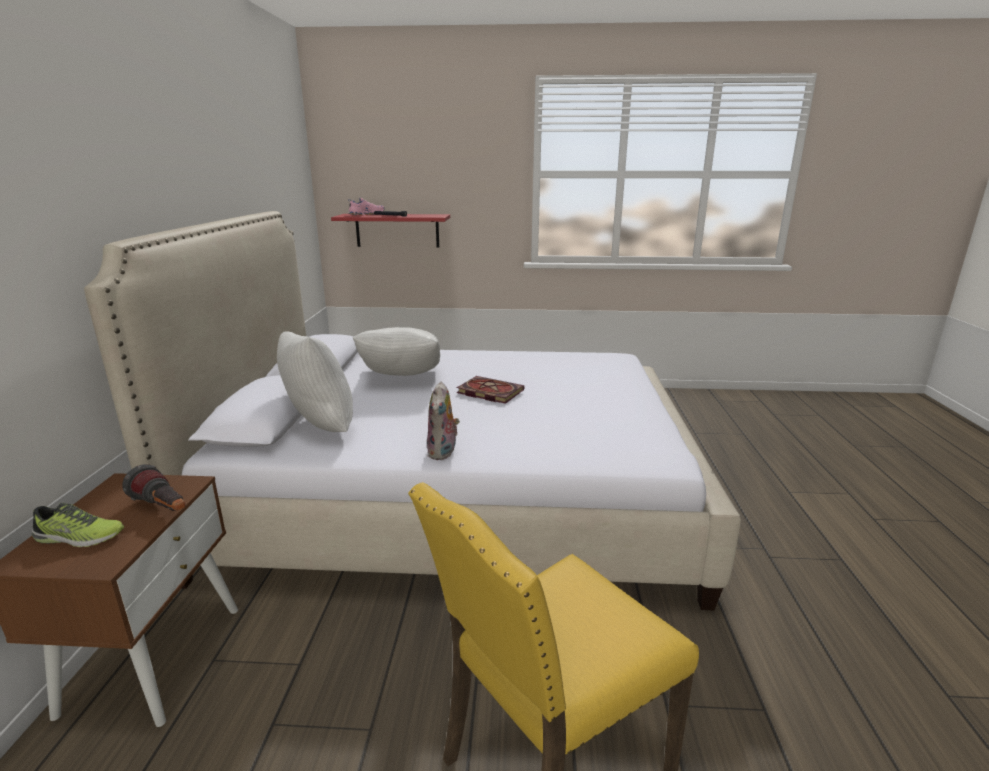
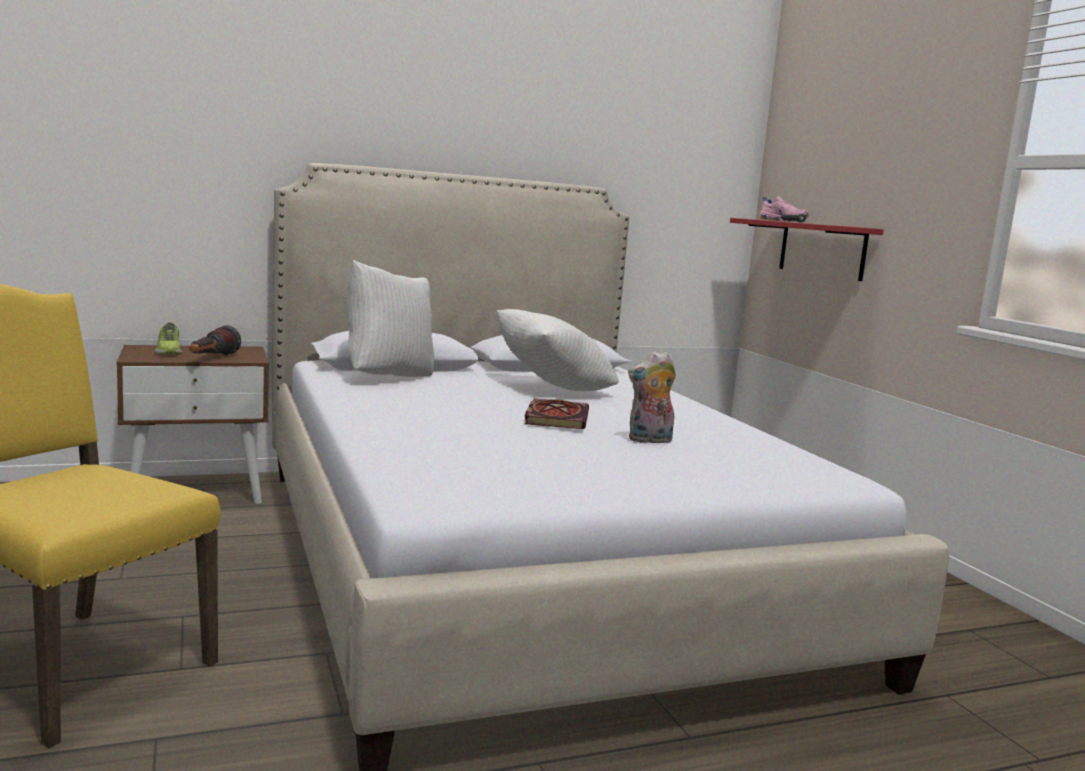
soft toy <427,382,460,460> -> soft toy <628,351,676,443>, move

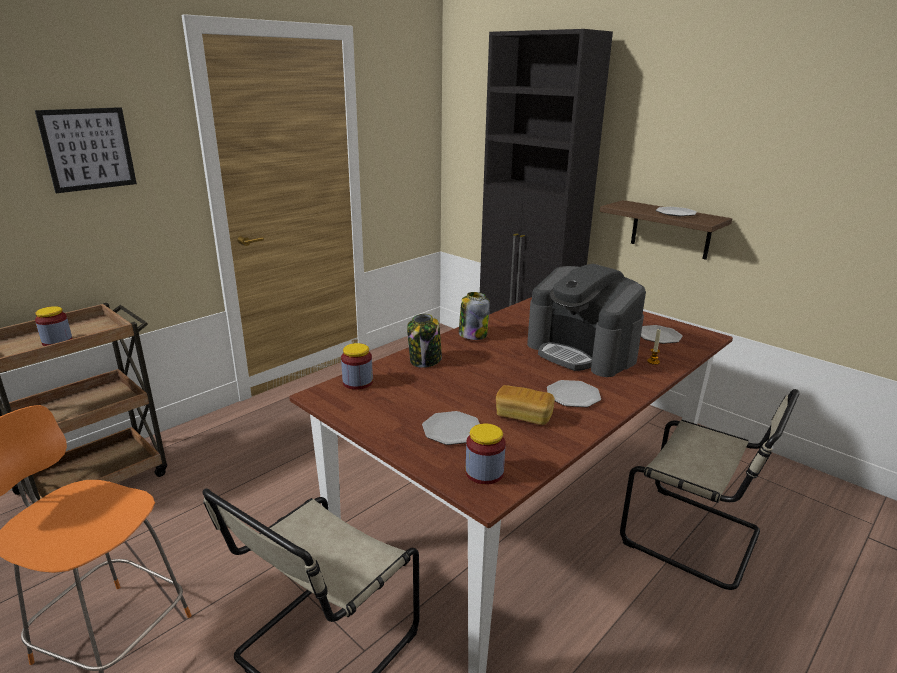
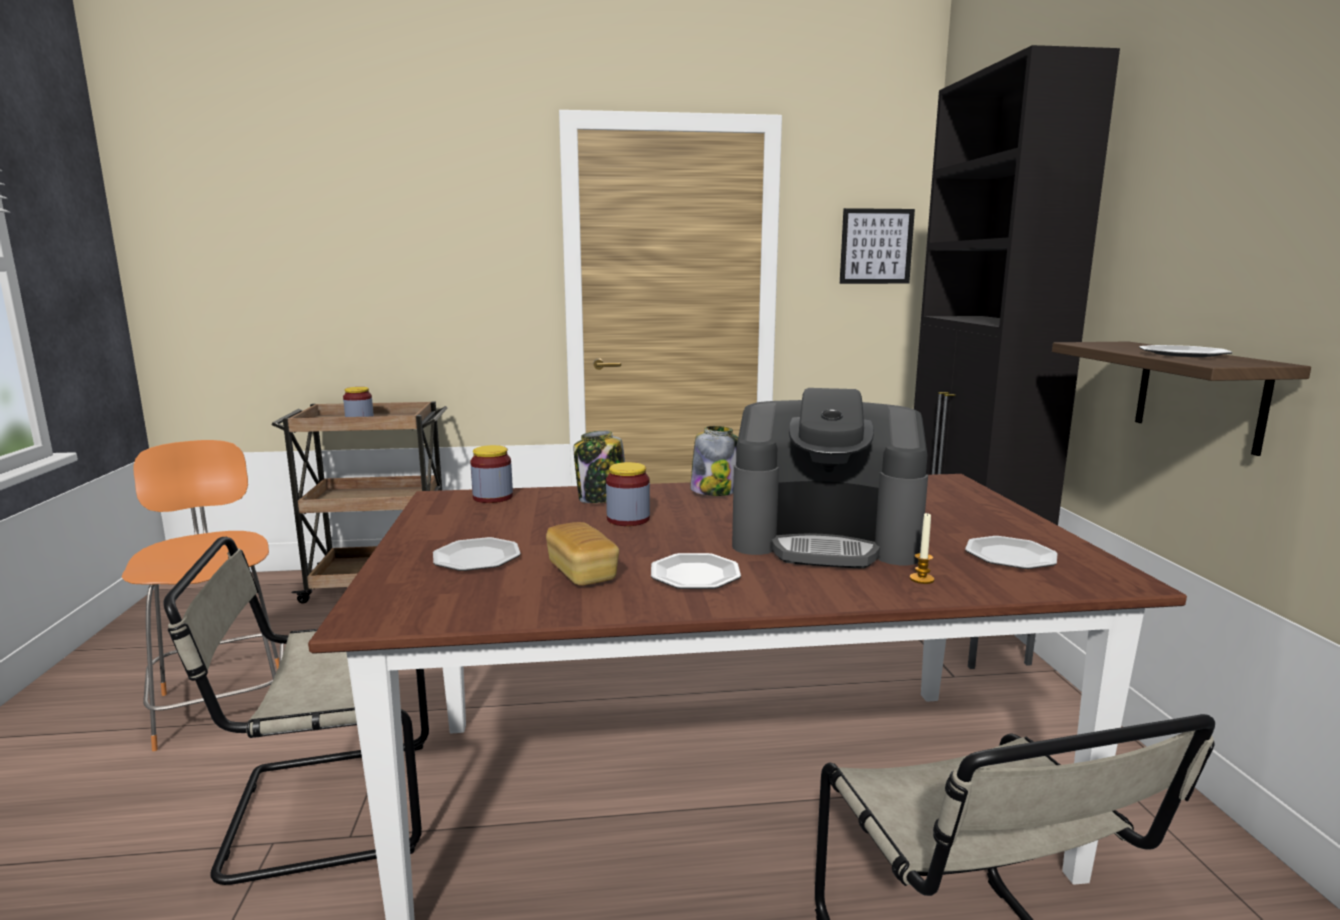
picture <35,107,137,193> -> picture <840,208,915,284>, move
storage jar <466,423,506,485> -> storage jar <606,462,650,526>, move
coffee machine <527,264,646,377> -> coffee machine <732,388,928,569>, 75 degrees counterclockwise

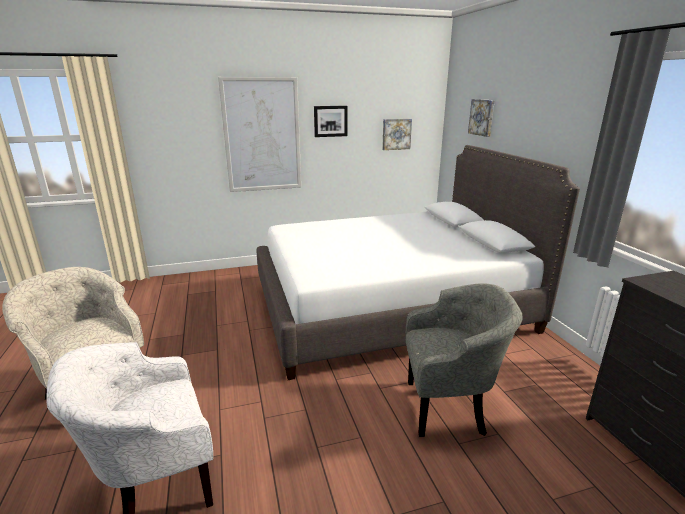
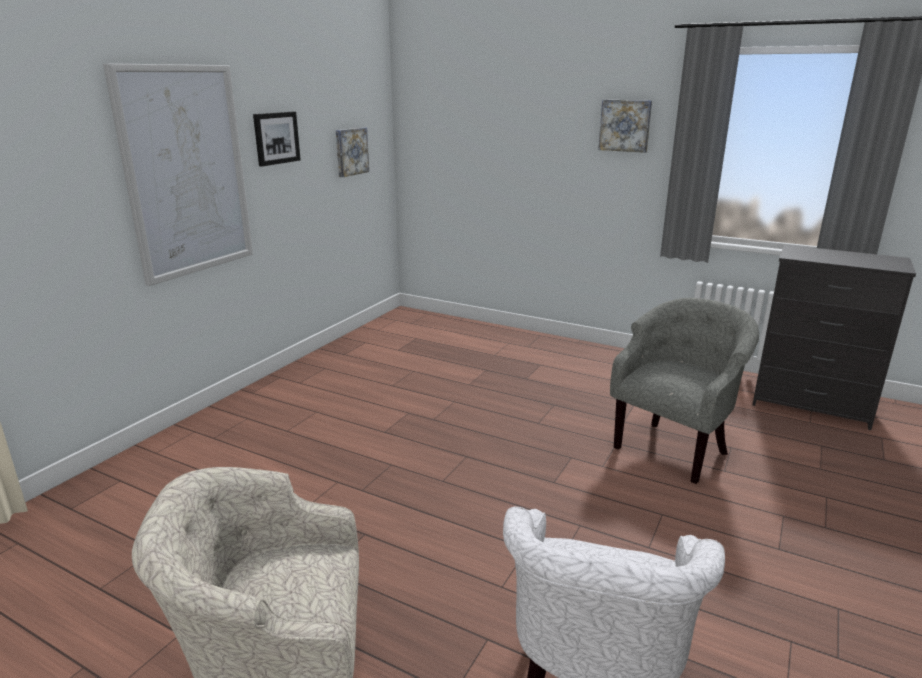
whitish bed <257,145,580,380> -> none
picture <468,99,495,137> -> picture <598,100,652,153>, move

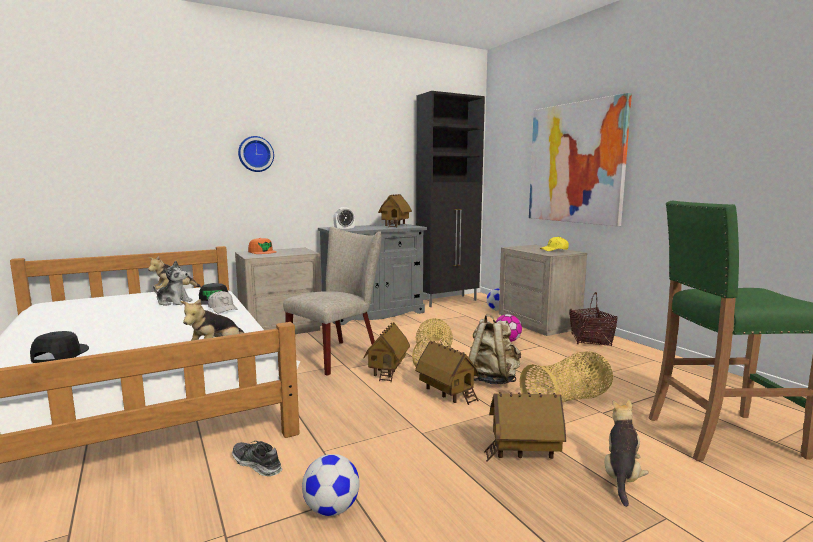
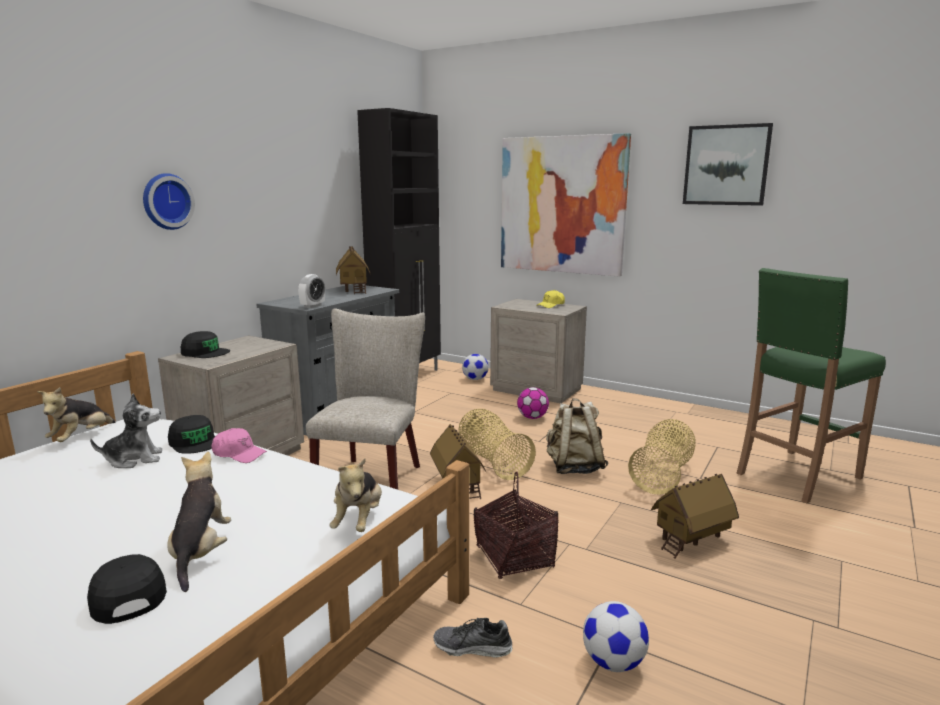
whitish baseball cap <208,291,238,313> -> pink baseball cap <212,428,267,463>
orange baseball cap <248,238,277,254> -> black baseball cap <181,331,230,358>
miniature house <415,341,479,405> -> none
household basket <569,292,618,346> -> household basket <474,472,558,579>, move
soft toy <604,400,649,507> -> soft toy <167,452,231,592>, move
none -> picture <683,123,773,206>

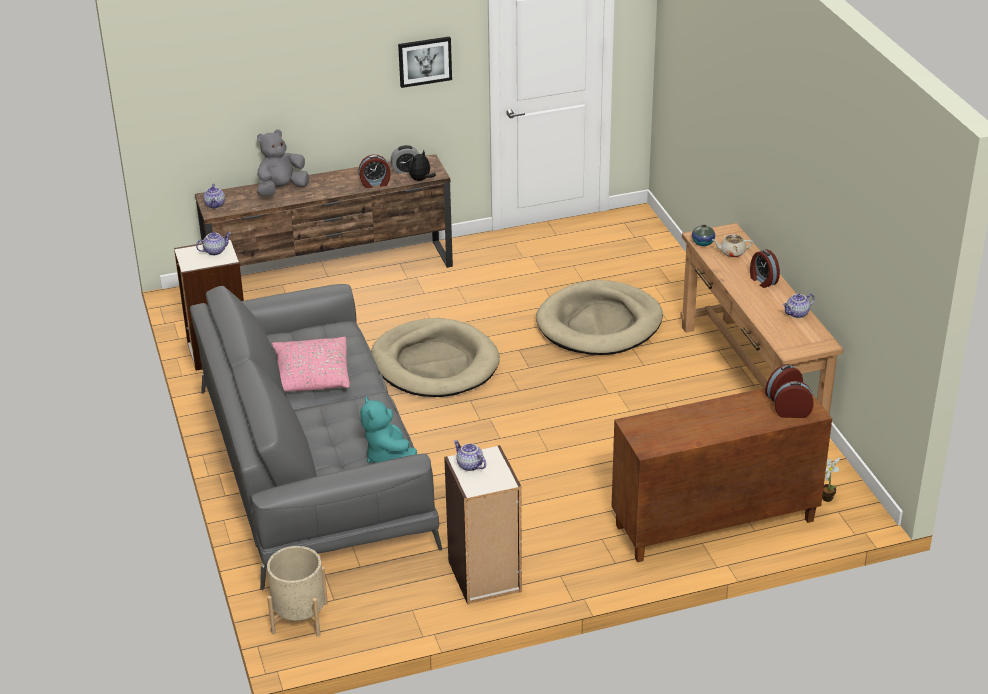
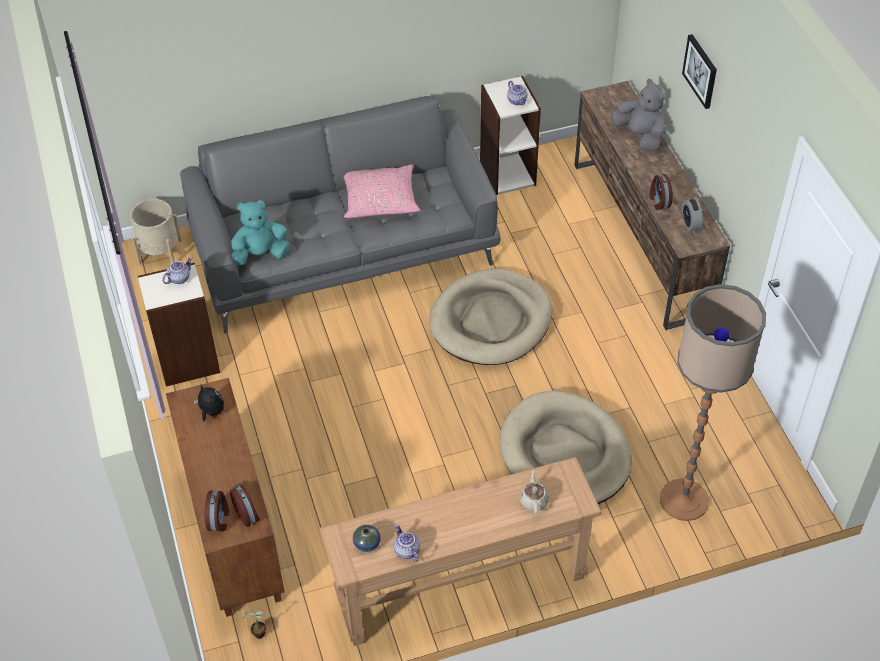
pot for tea <203,183,225,209> -> none
picture <398,36,452,88> -> picture <682,34,717,109>, move
soft toy <409,150,436,181> -> soft toy <193,385,224,421>, move
vase <692,224,715,246> -> vase <353,525,381,552>, move
table clock <750,249,780,288> -> none
none -> floor lamp <660,284,766,521>

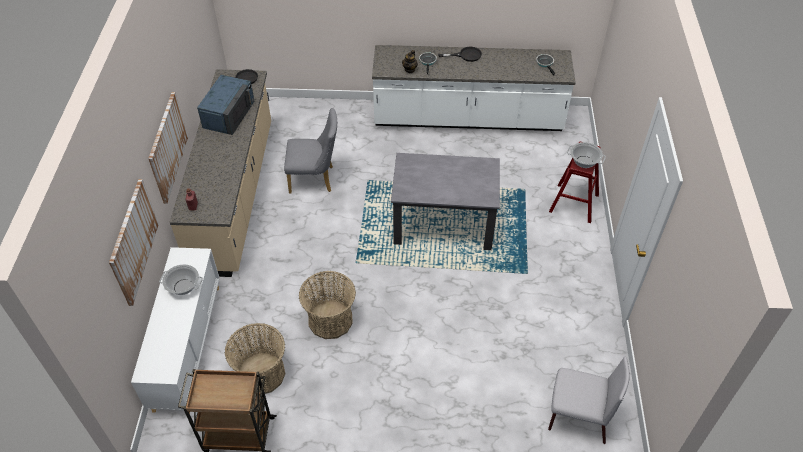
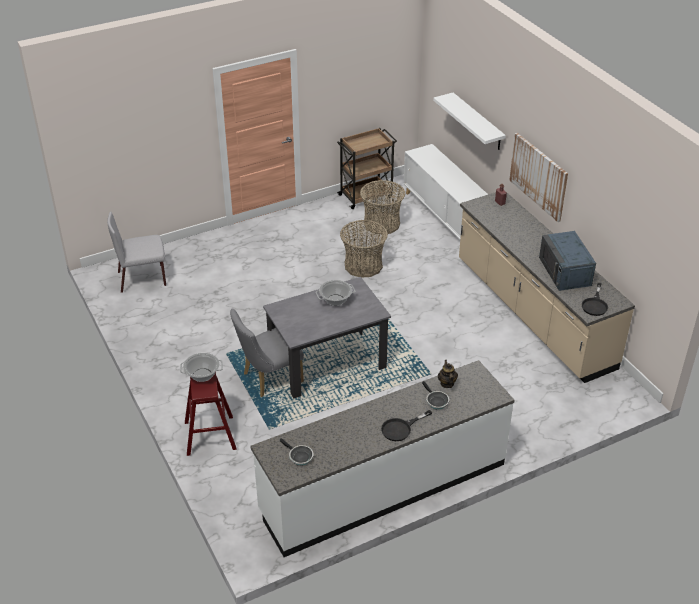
picture <109,179,159,306> -> whitish bracket shelf <433,93,506,150>
cooking pot <159,264,203,295> -> cooking pot <316,280,355,306>, move
gray upright chair <284,108,337,194> -> gray upright chair <230,309,304,397>, move

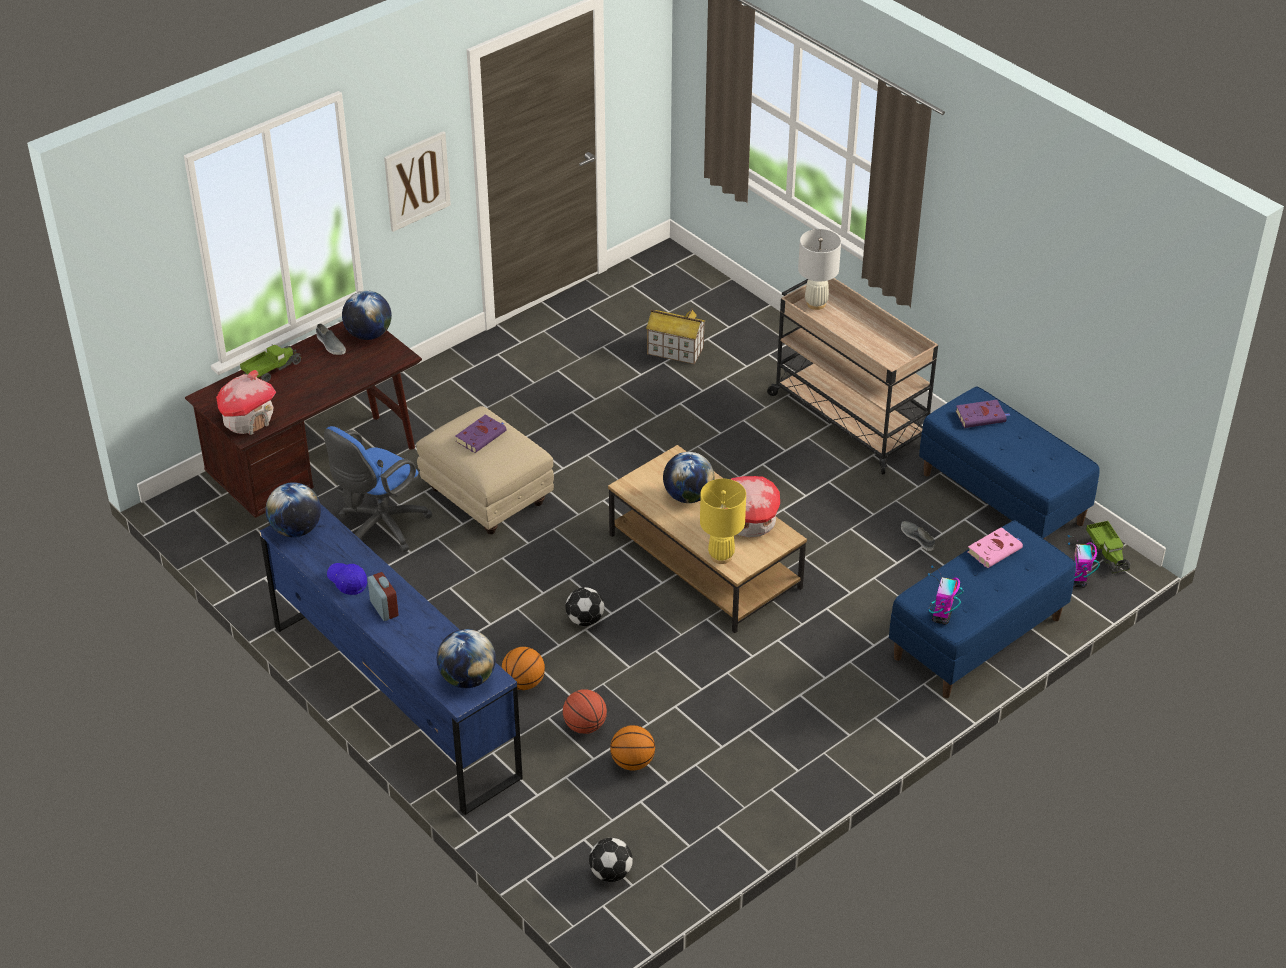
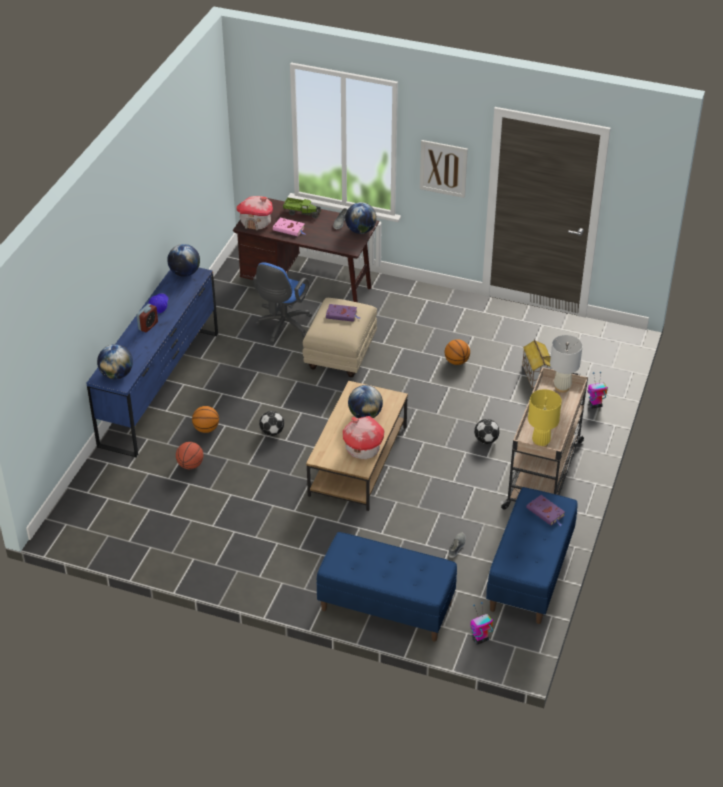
bluish office chair <324,426,432,552> -> bluish office chair <253,262,312,343>, 75 degrees counterclockwise
football <589,838,633,882> -> football <474,419,500,444>, move
basketball ball <610,725,655,771> -> basketball ball <445,339,470,365>, move
yellow-coloured tabletop lamp <700,479,746,564> -> yellow-coloured tabletop lamp <528,389,562,447>, move
model robot <928,566,964,625> -> model robot <588,372,608,408>, move
pink bound book <968,527,1023,568> -> pink bound book <273,218,306,236>, move
toy lorry <1086,521,1131,574> -> none

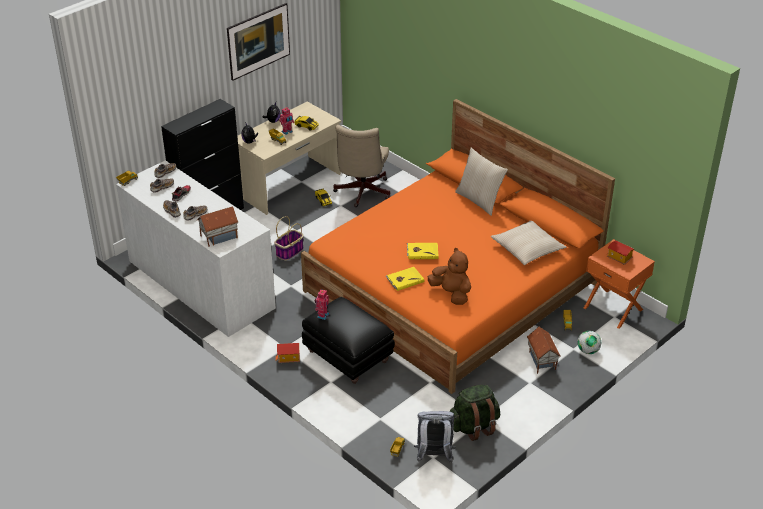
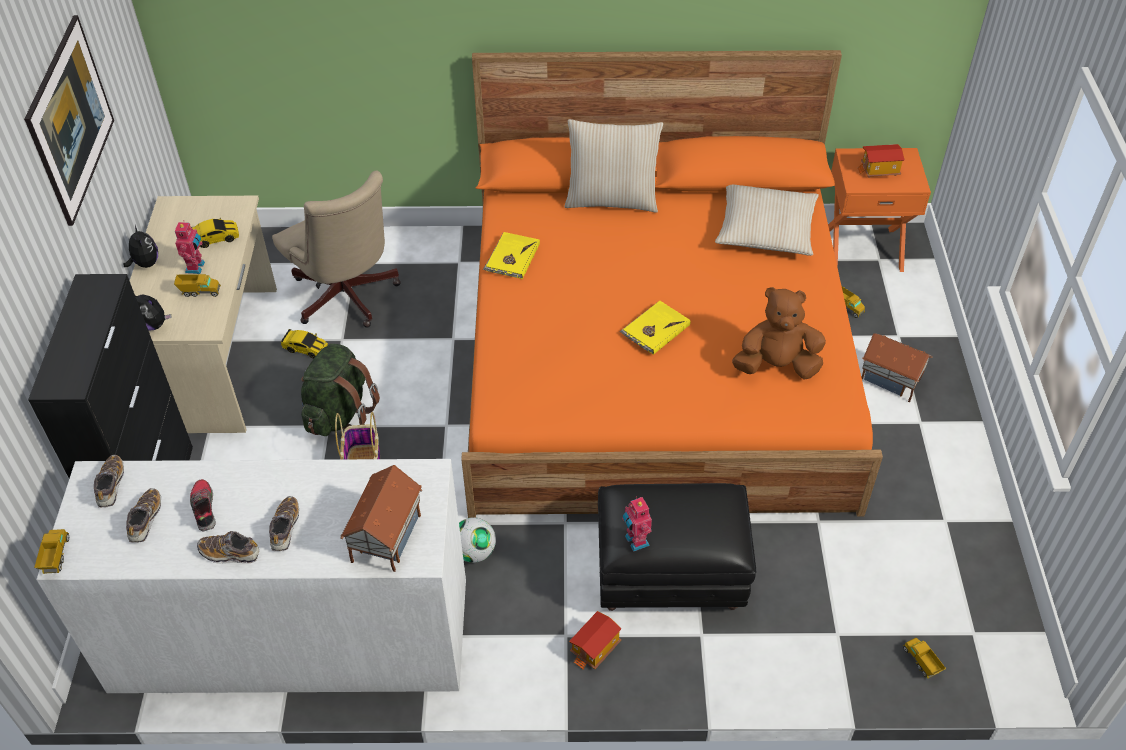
yellow-coloured bound book <386,267,424,291> -> yellow-coloured bound book <483,232,540,279>, move
gray knapsack <414,411,455,463> -> none
greenish knapsack <449,385,500,441> -> greenish knapsack <301,344,380,436>, move
football <578,331,601,354> -> football <459,517,496,563>, move

